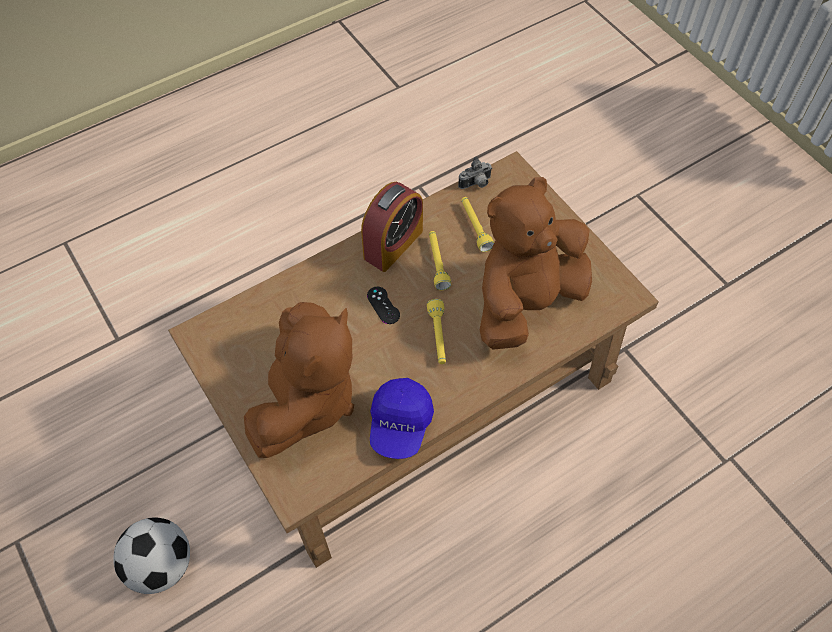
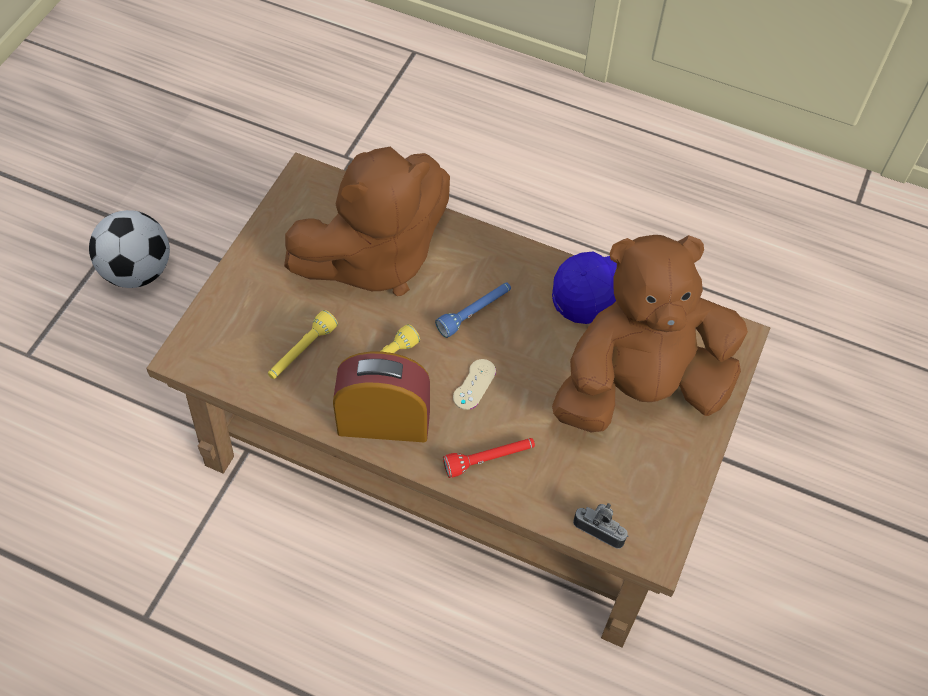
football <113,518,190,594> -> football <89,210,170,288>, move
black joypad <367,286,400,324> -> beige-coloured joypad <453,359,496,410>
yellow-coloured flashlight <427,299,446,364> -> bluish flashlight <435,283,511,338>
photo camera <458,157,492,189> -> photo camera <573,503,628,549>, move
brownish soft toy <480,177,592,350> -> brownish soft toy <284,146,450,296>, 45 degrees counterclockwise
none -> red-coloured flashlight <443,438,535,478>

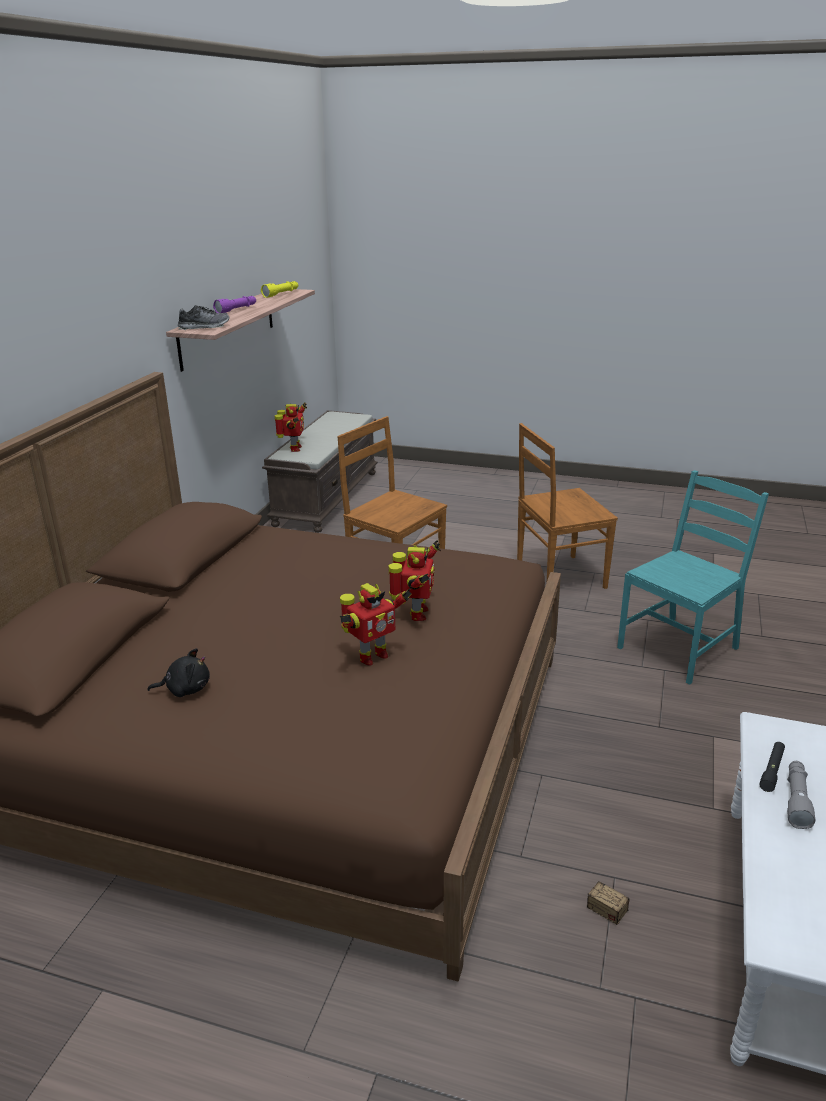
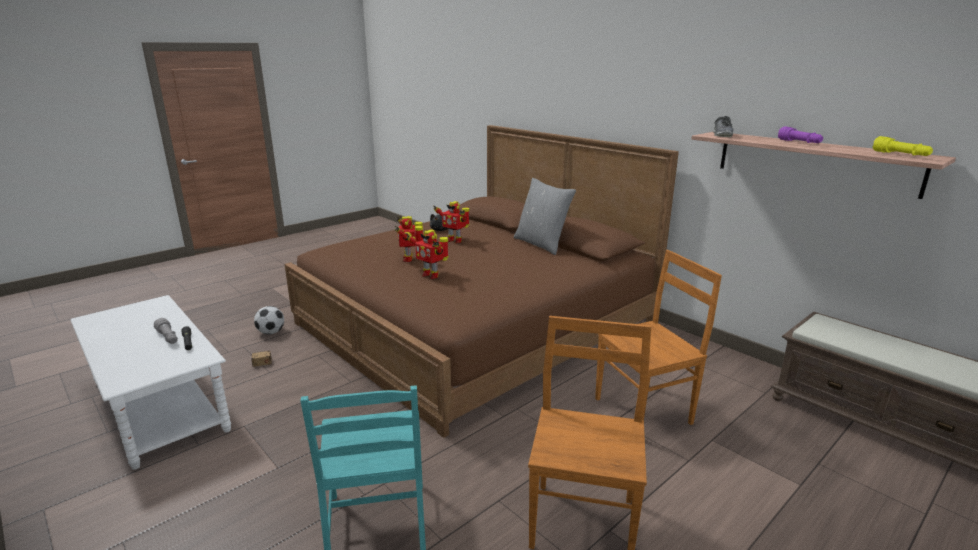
model robot <275,402,307,452> -> model robot <433,201,469,244>, move
none -> football <254,306,284,334>
none -> gray throw pillow <514,178,576,255>

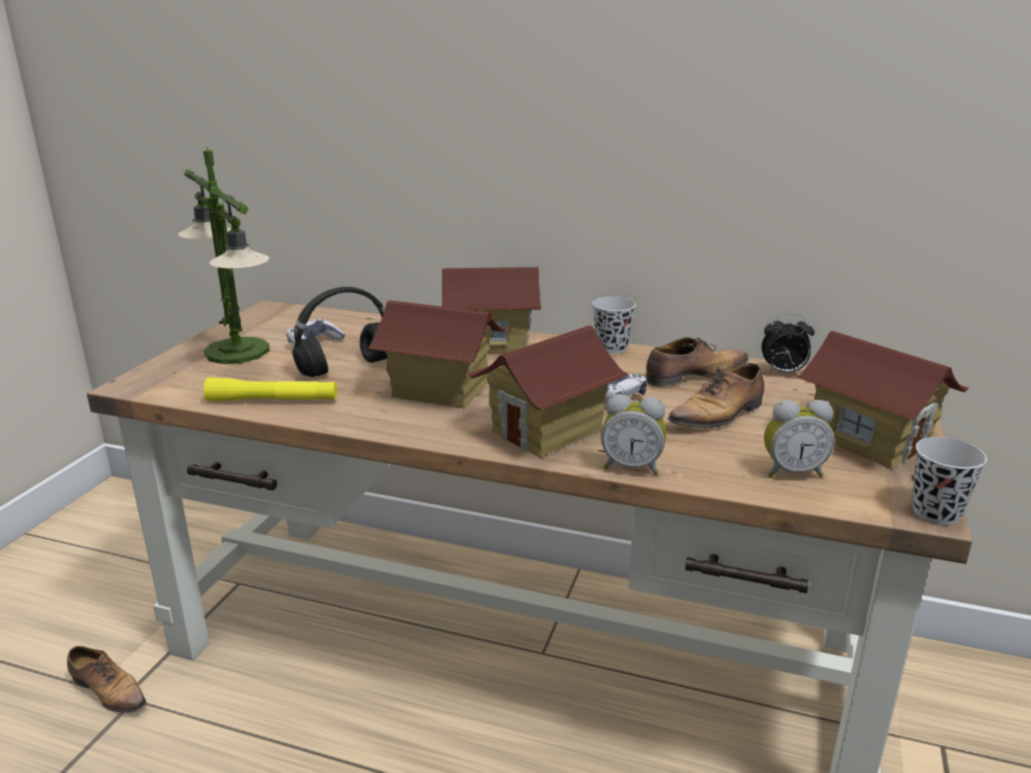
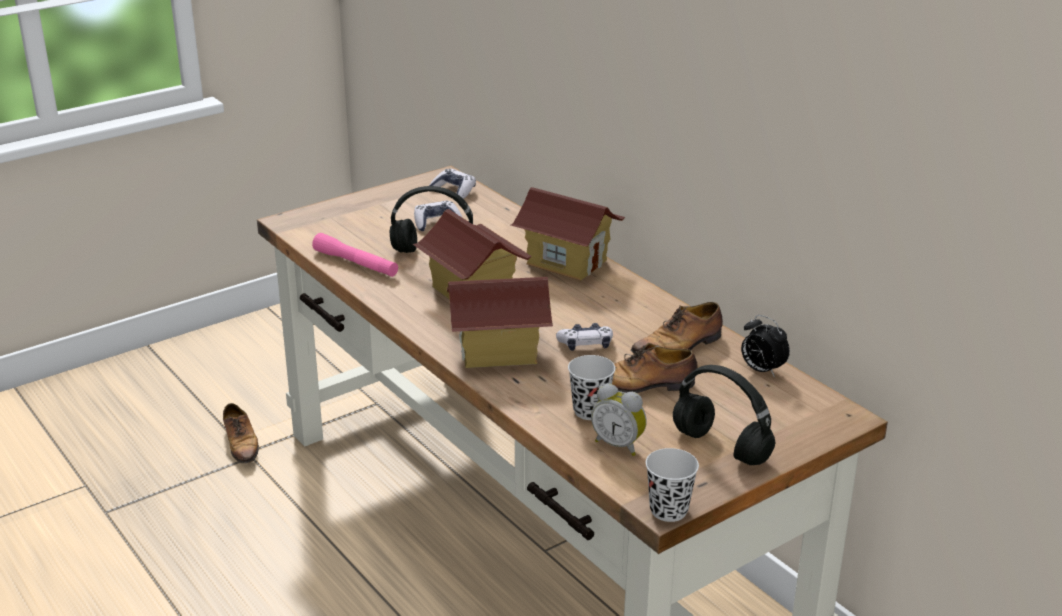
tabletop lamp <178,147,270,364> -> none
yellow-coloured flashlight <204,377,338,401> -> pink flashlight <312,233,398,277>
black drinking cup <592,297,636,354> -> black drinking cup <568,355,615,420>, move
table clock <601,394,666,475> -> none
low shoe <646,337,749,387> -> low shoe <631,302,723,354>, 135 degrees clockwise
miniature house <797,331,969,469> -> black headset <673,365,775,465>
none -> joypad <429,169,476,199>

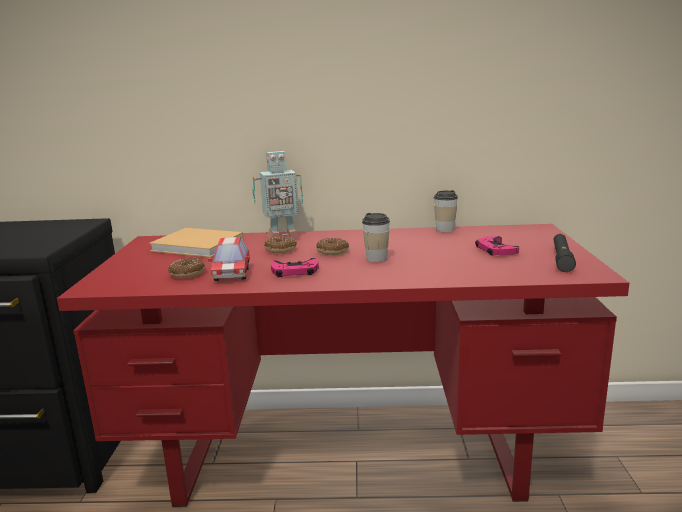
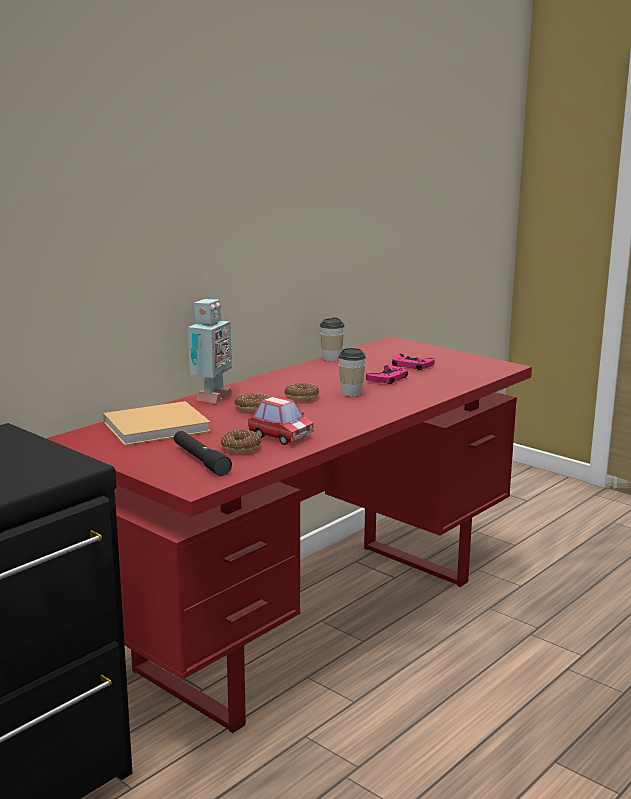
pink joypad <271,258,319,277> -> pink joypad <366,365,408,384>, move
black flashlight <554,234,576,272> -> black flashlight <174,431,232,476>, move

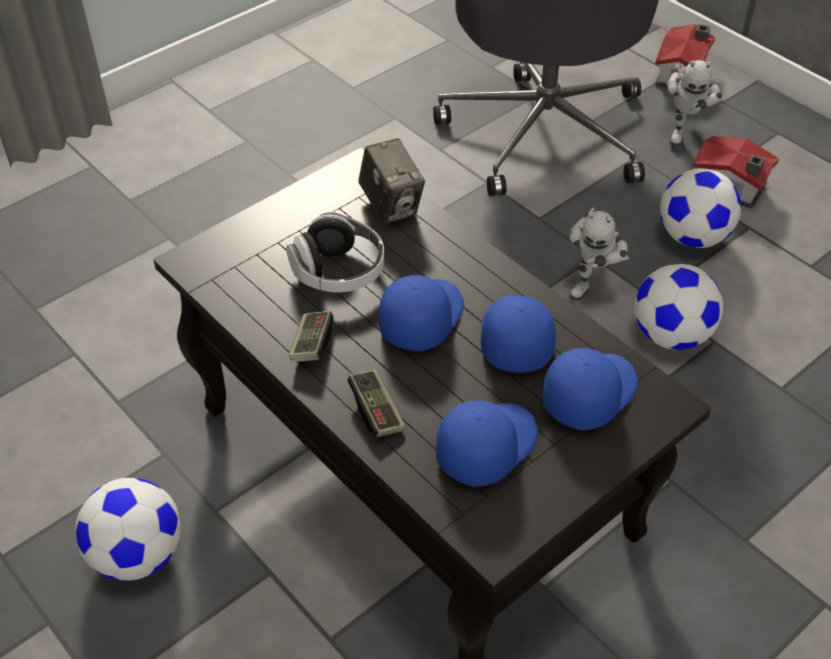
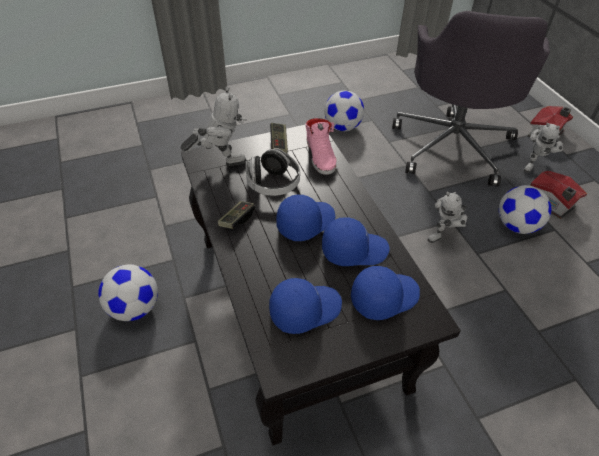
joypad <347,369,405,437> -> joypad <270,123,288,153>, move
photo camera <358,138,425,224> -> pink low shoe <306,118,337,175>
bluish baseball cap <481,295,556,373> -> bluish baseball cap <322,217,390,266>, 60 degrees clockwise
football <635,264,723,350> -> football <324,90,364,131>, move
none -> model robot <181,87,247,166>

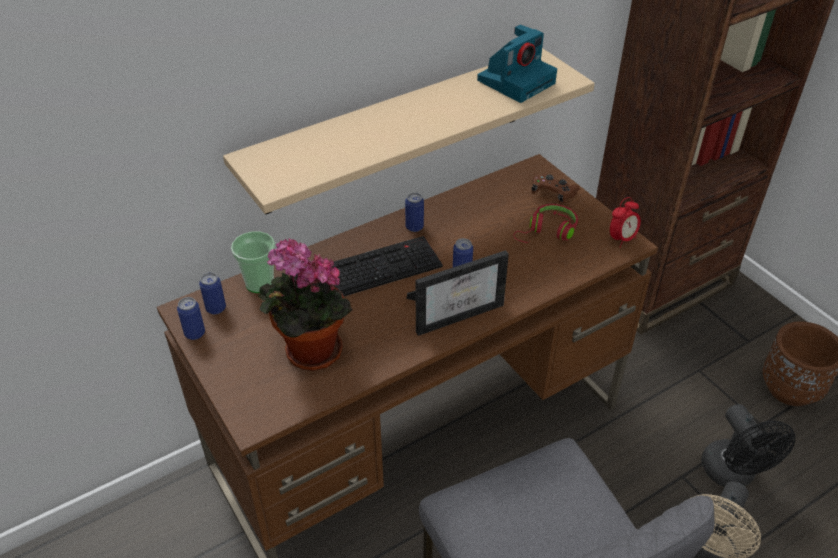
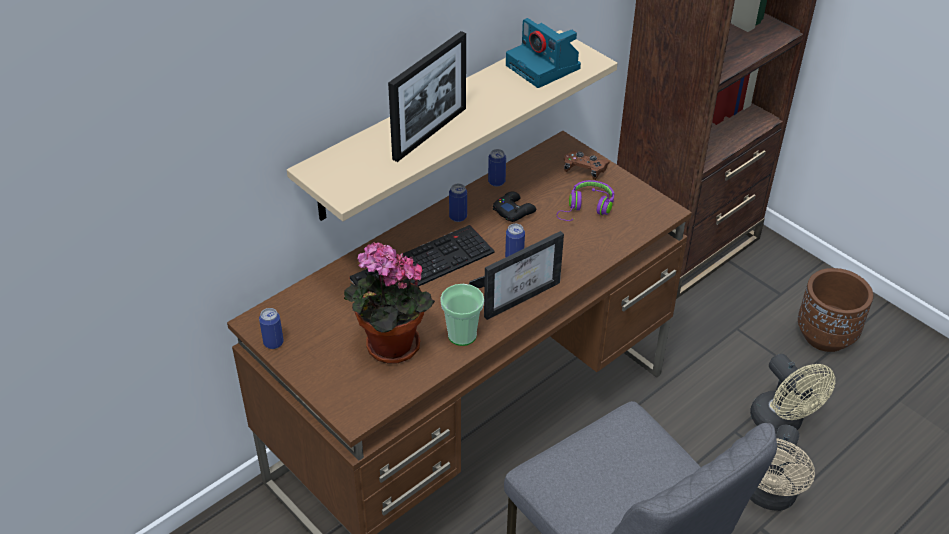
metal can <199,272,226,315> -> metal can <488,149,506,186>, move
drinking cup <231,231,275,293> -> drinking cup <440,284,484,346>, move
photo camera <477,25,557,103> -> photo camera <506,18,581,88>, 105 degrees clockwise
red-coloured headset <514,204,578,243> -> purplish headset <557,180,614,221>
table clock <610,197,641,248> -> none
black cooling fan <701,404,795,487> -> beige-coloured cooling fan <750,354,835,433>
none -> picture frame <388,31,466,162>
none -> black joypad <493,191,537,222>

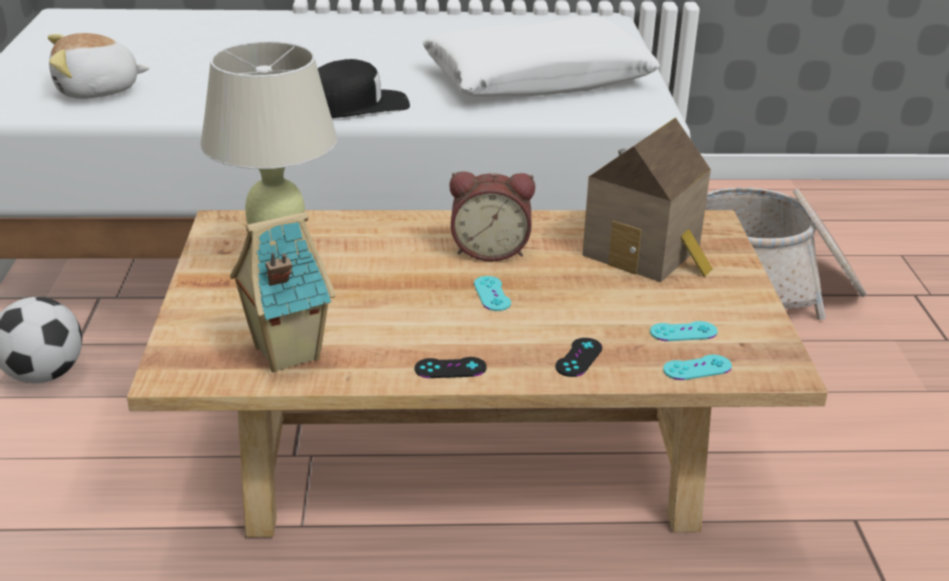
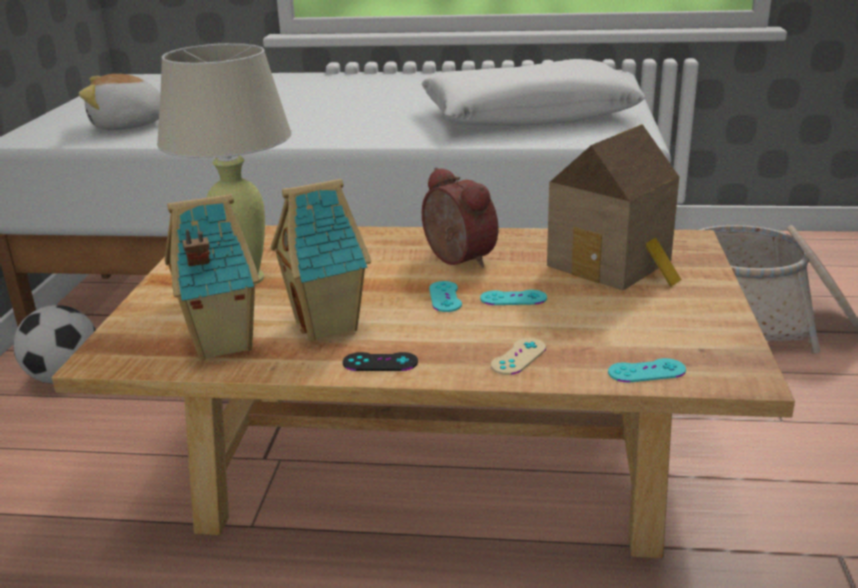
black baseball cap <318,59,410,118> -> none
table clock <449,171,535,262> -> table clock <422,167,498,267>, 135 degrees counterclockwise
black joypad <555,338,602,377> -> beige-coloured joypad <491,338,546,375>
turquoise joypad <650,321,718,341> -> turquoise joypad <480,290,547,305>, move
none -> miniature house <271,179,371,342>

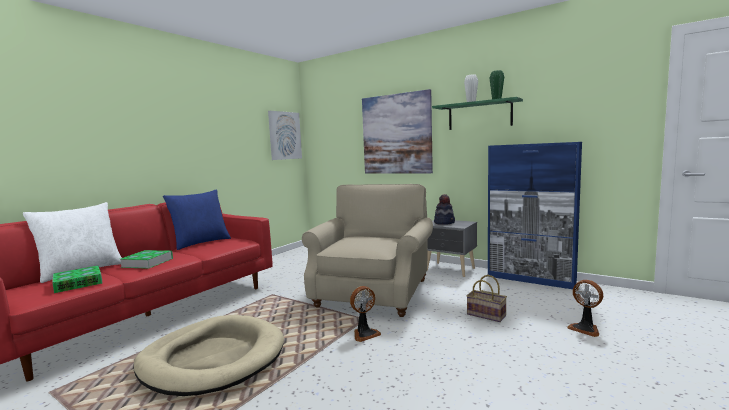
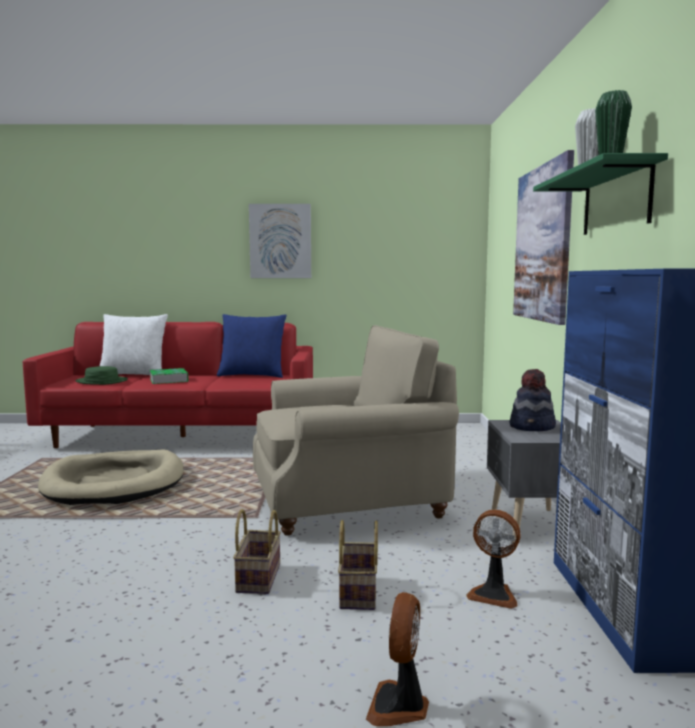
bound book <52,266,103,293> -> greenish clothing hat <75,366,128,385>
picture <268,111,302,160> -> picture <249,204,311,278>, move
cooling fan <350,286,381,342> -> cooling fan <466,509,520,609>, move
none -> household basket <233,509,281,594>

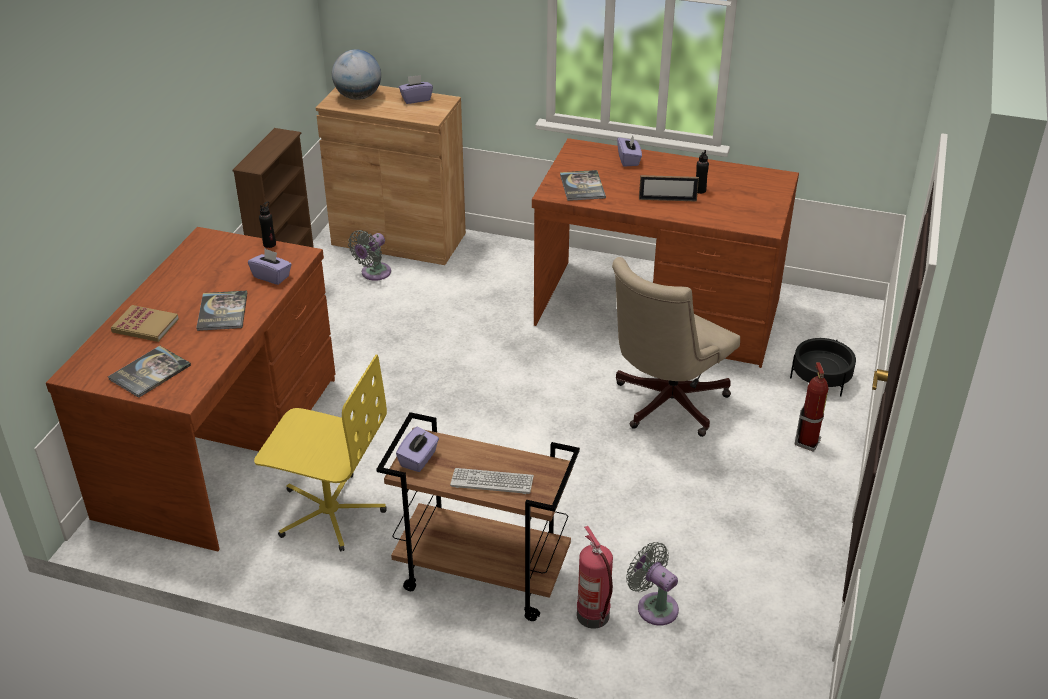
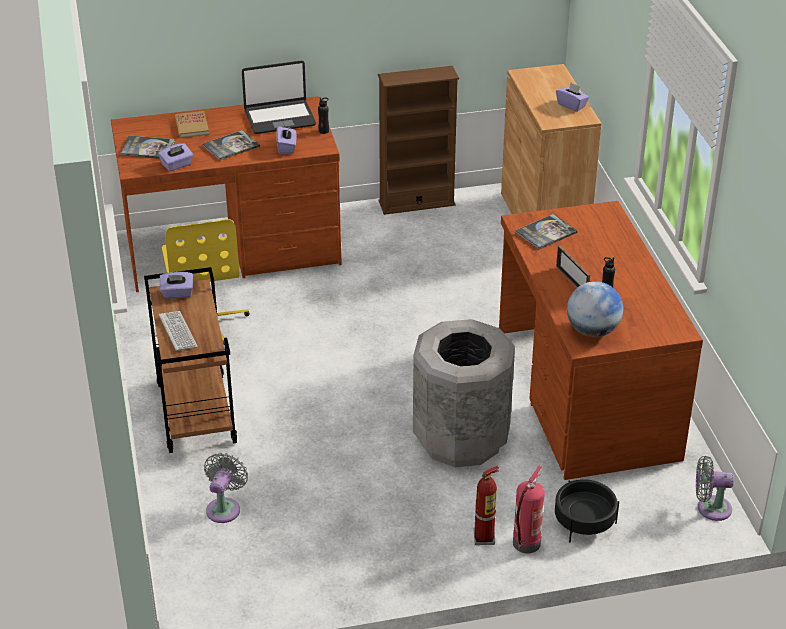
globe <332,49,381,100> -> globe <567,281,623,337>, move
gray cooling fan <348,230,391,281> -> gray cooling fan <696,456,734,521>, move
fire extinguisher <577,526,613,629> -> fire extinguisher <513,465,545,553>, move
beige-coloured office chair <612,257,740,437> -> gray waste bin <413,319,515,467>
purplish tissue holder <617,135,642,167> -> purplish tissue holder <158,143,193,171>, move
none -> notebook computer <242,61,316,134>

